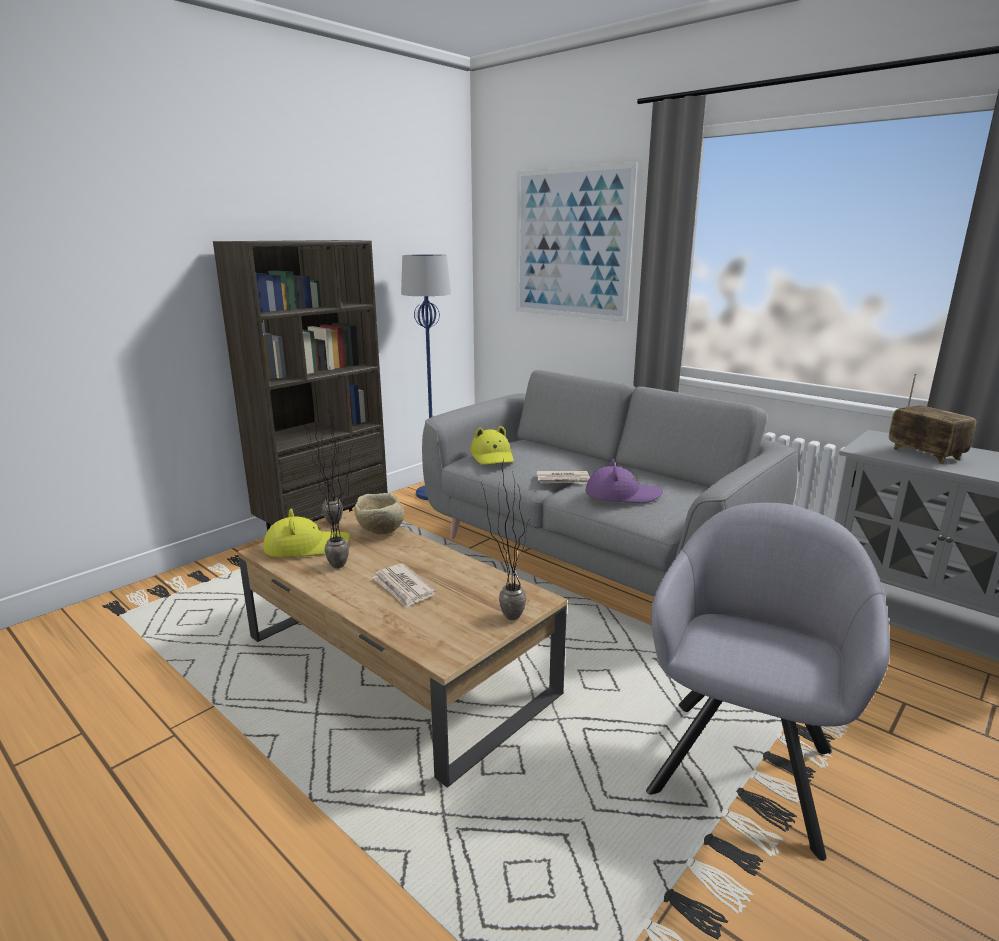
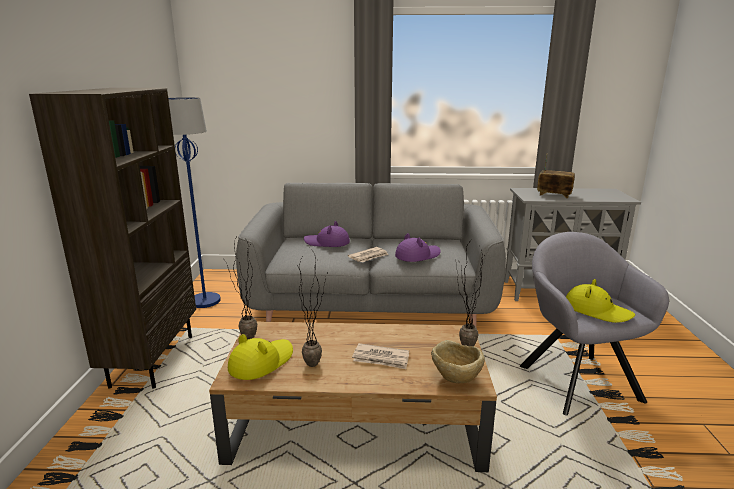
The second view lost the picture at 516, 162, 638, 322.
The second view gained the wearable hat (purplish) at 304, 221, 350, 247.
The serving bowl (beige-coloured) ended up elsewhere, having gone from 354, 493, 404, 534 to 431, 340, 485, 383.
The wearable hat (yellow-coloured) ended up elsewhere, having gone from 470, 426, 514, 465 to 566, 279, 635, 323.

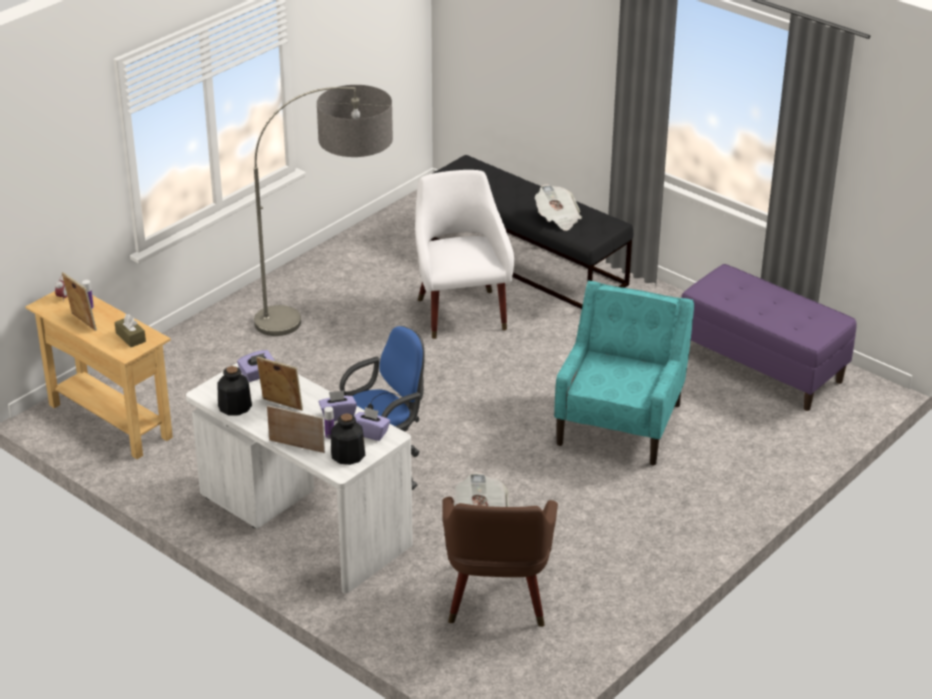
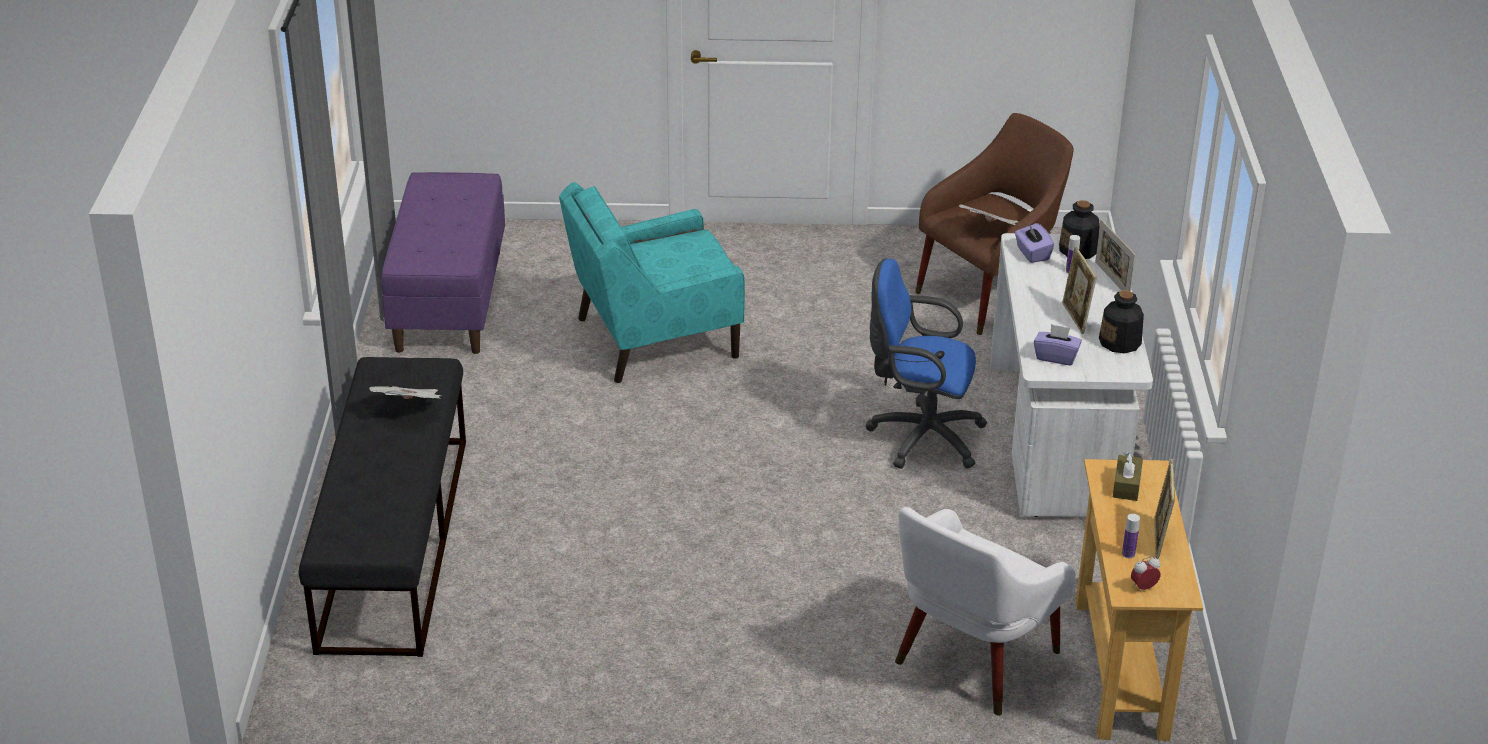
The second view lost the standard lamp at 254, 85, 393, 336.
The second view lost the tissue holder (purplish) at 319, 390, 357, 421.
The easy chair (white) ended up elsewhere, having gone from 415, 170, 514, 339 to 895, 507, 1076, 716.

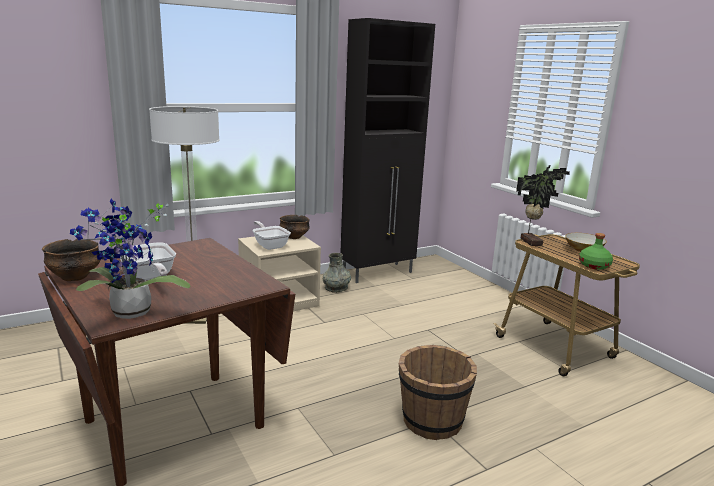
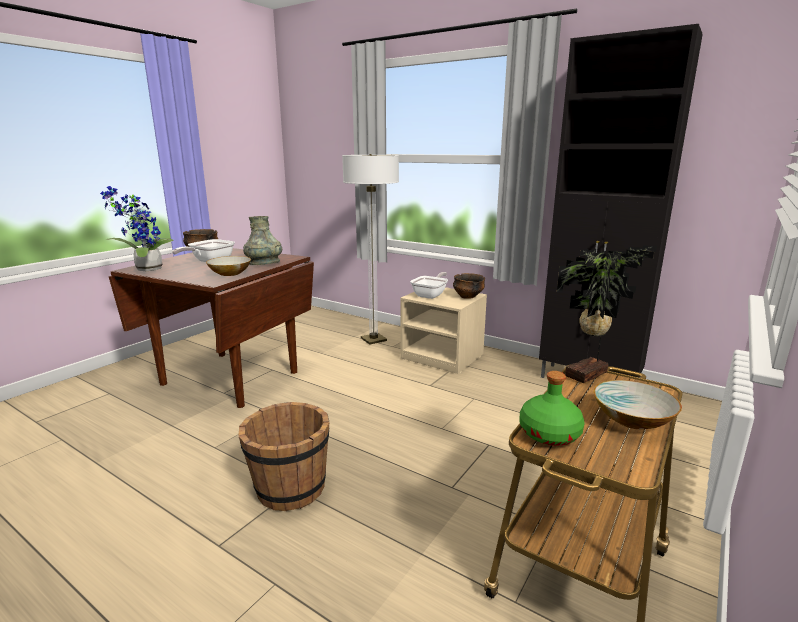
The second view gained the serving bowl at 206, 256, 251, 276.
The flower vase (grey) ended up elsewhere, having gone from 323, 253, 351, 293 to 243, 216, 282, 265.

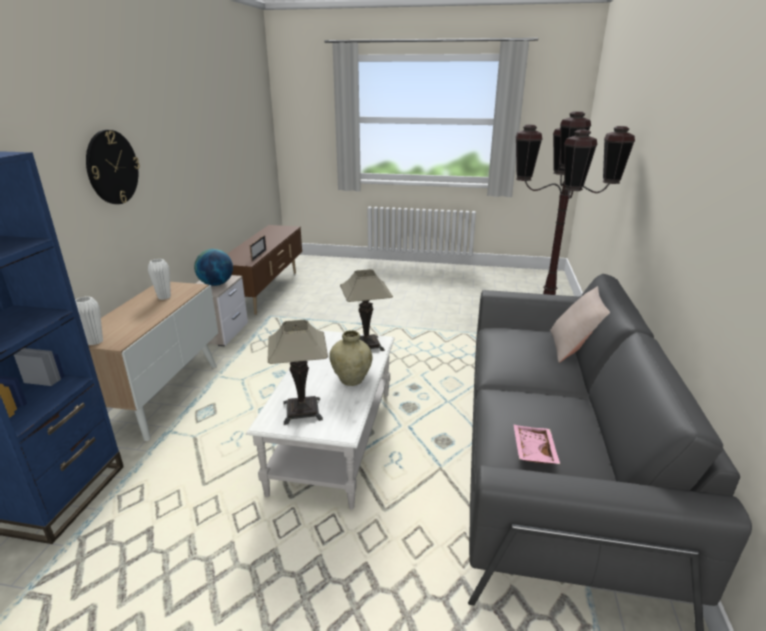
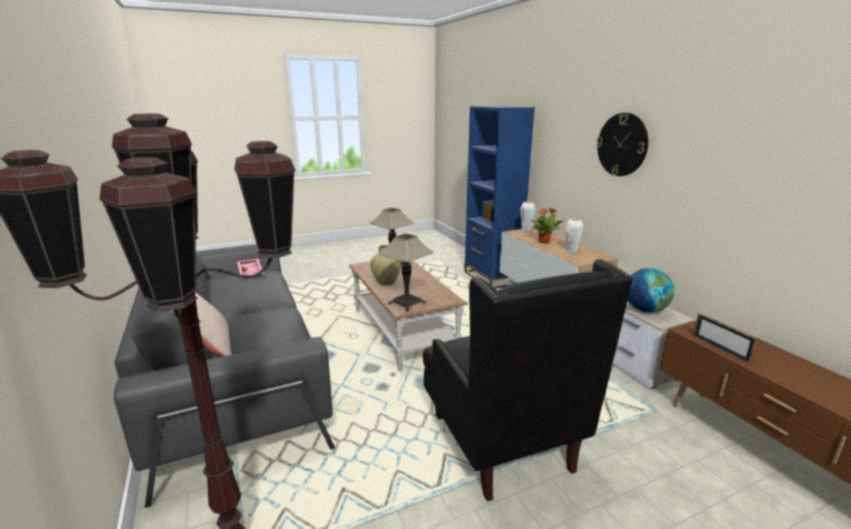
The second view gained the easy chair (black) at 423, 258, 633, 502.
The second view gained the potted plant at 531, 208, 564, 243.
What was the coffee table (white) at 246, 330, 395, 510 turned into the coffee table (brown-coloured) at 349, 261, 468, 371.

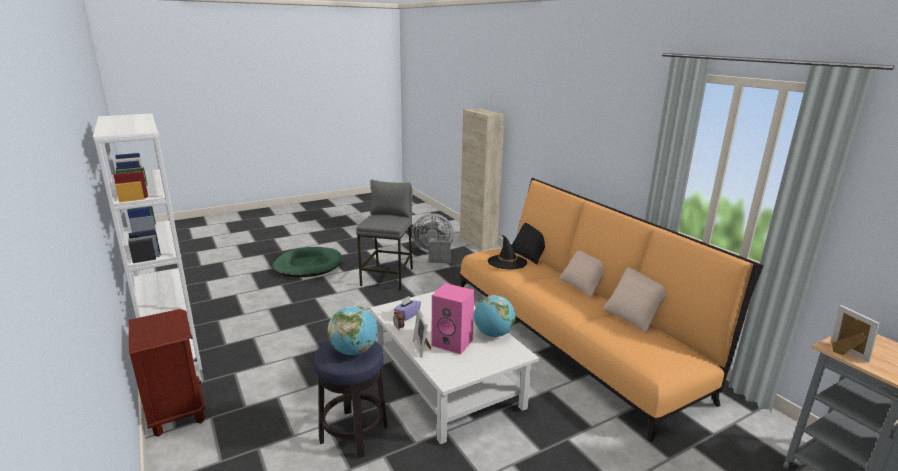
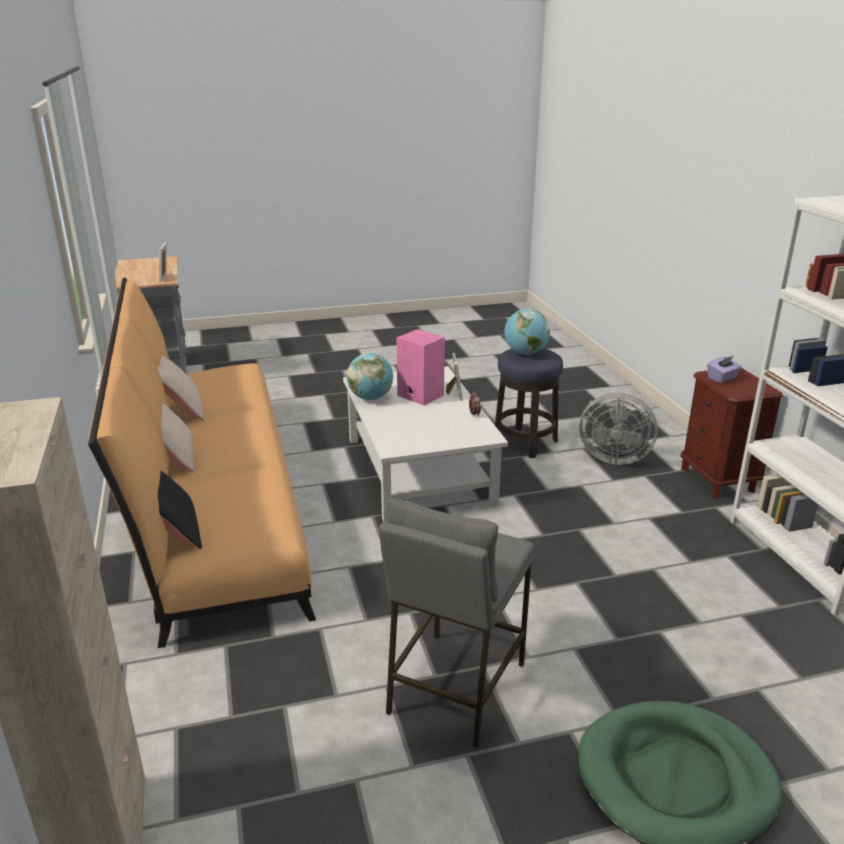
The second view lost the wearable hat (black) at 488, 235, 527, 270.
The tissue holder (purplish) ended up elsewhere, having gone from 394, 296, 421, 321 to 707, 356, 742, 383.
The electric fan (grey) ended up elsewhere, having gone from 412, 213, 454, 263 to 579, 393, 658, 465.

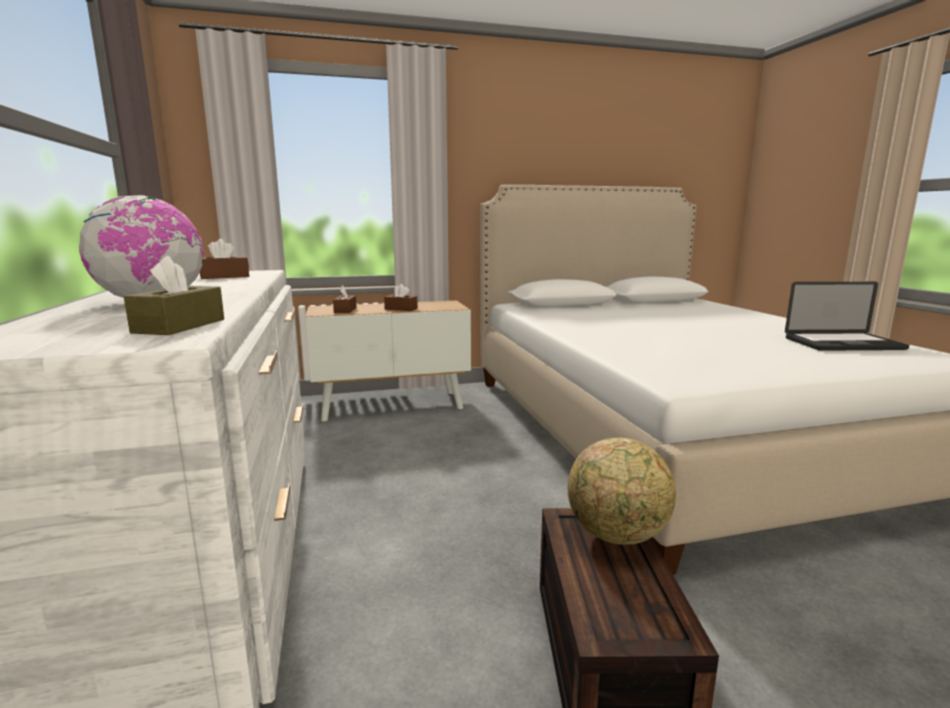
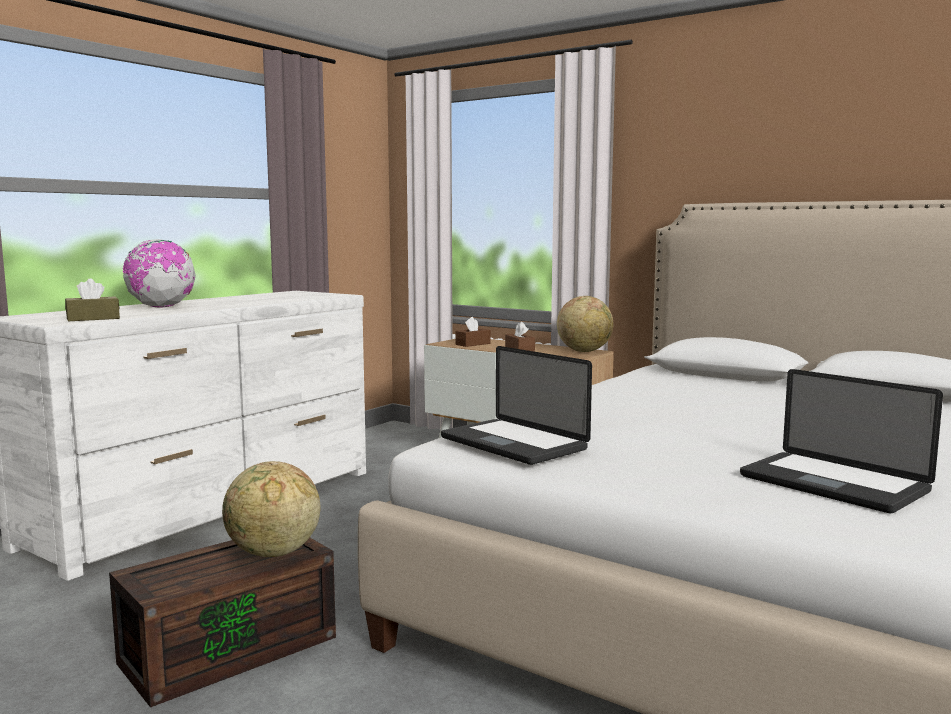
The second view lost the tissue holder (brown-coloured) at 200, 239, 249, 279.
The second view gained the portable computer at 441, 346, 592, 465.
The second view gained the desk globe at 557, 296, 614, 352.

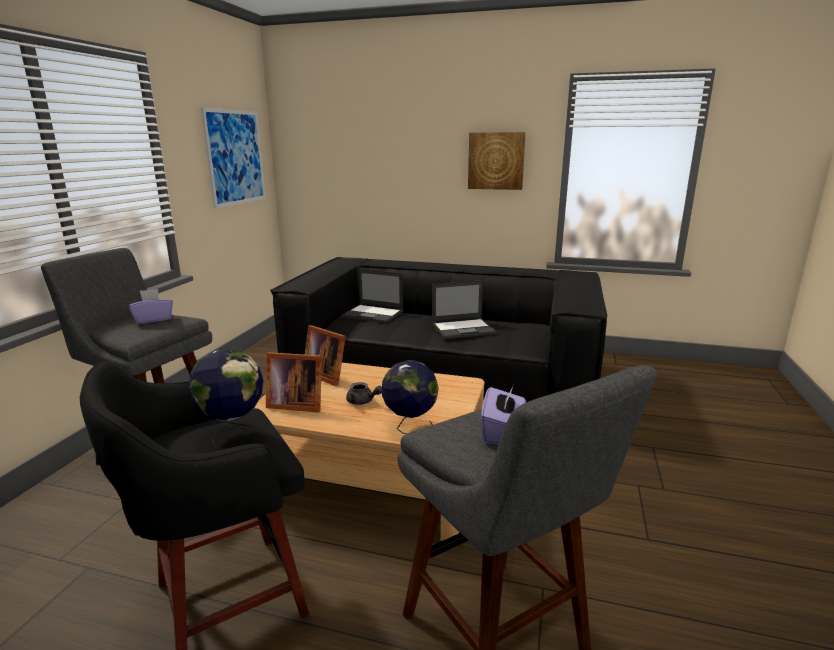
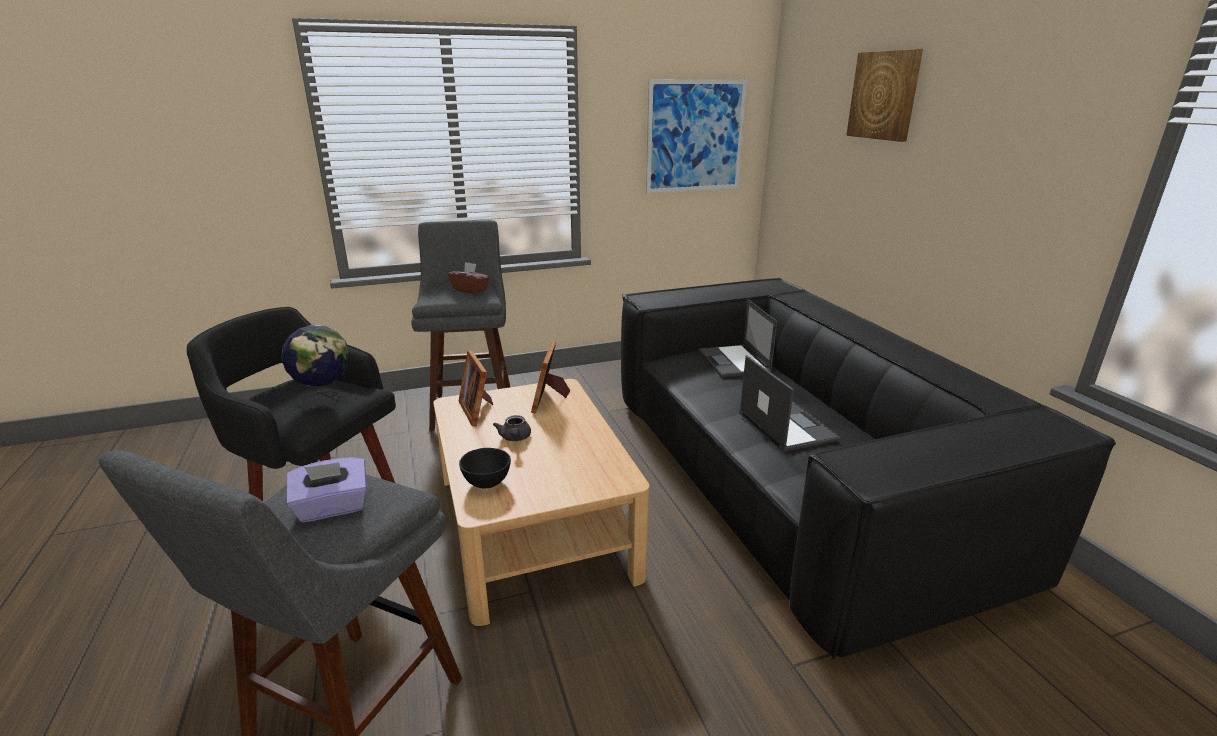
The picture ended up elsewhere, having gone from 468, 132, 526, 190 to 846, 49, 923, 142.
Where the desk globe stood at 382, 360, 439, 434, the serving bowl (black) came to stand at 459, 448, 511, 488.
What was the tissue holder (purplish) at 129, 289, 173, 324 turned into the tissue holder (brown-coloured) at 448, 262, 490, 294.
The portable computer at 432, 280, 497, 339 ended up facing another way, 150 degrees counterclockwise from before.

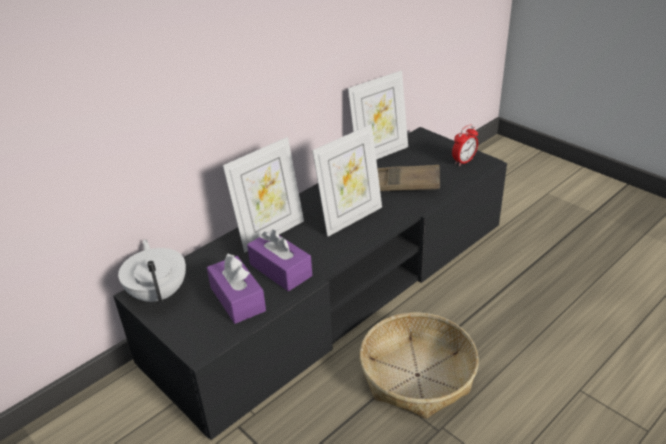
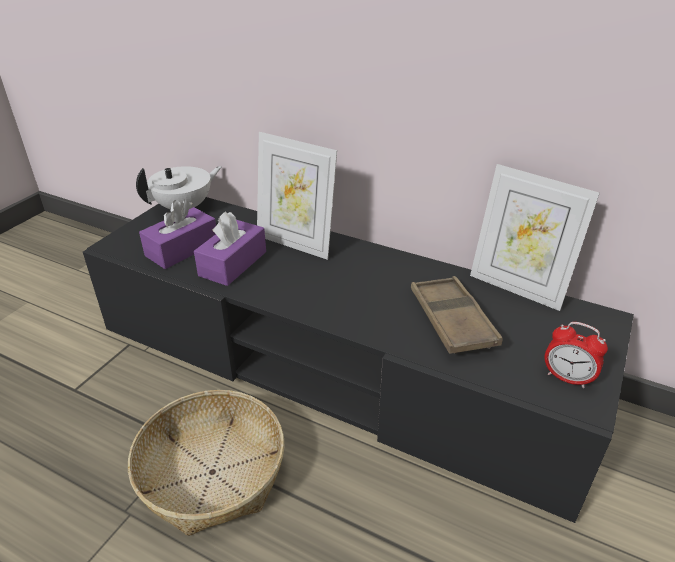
The second view lost the picture frame at 312, 124, 382, 237.

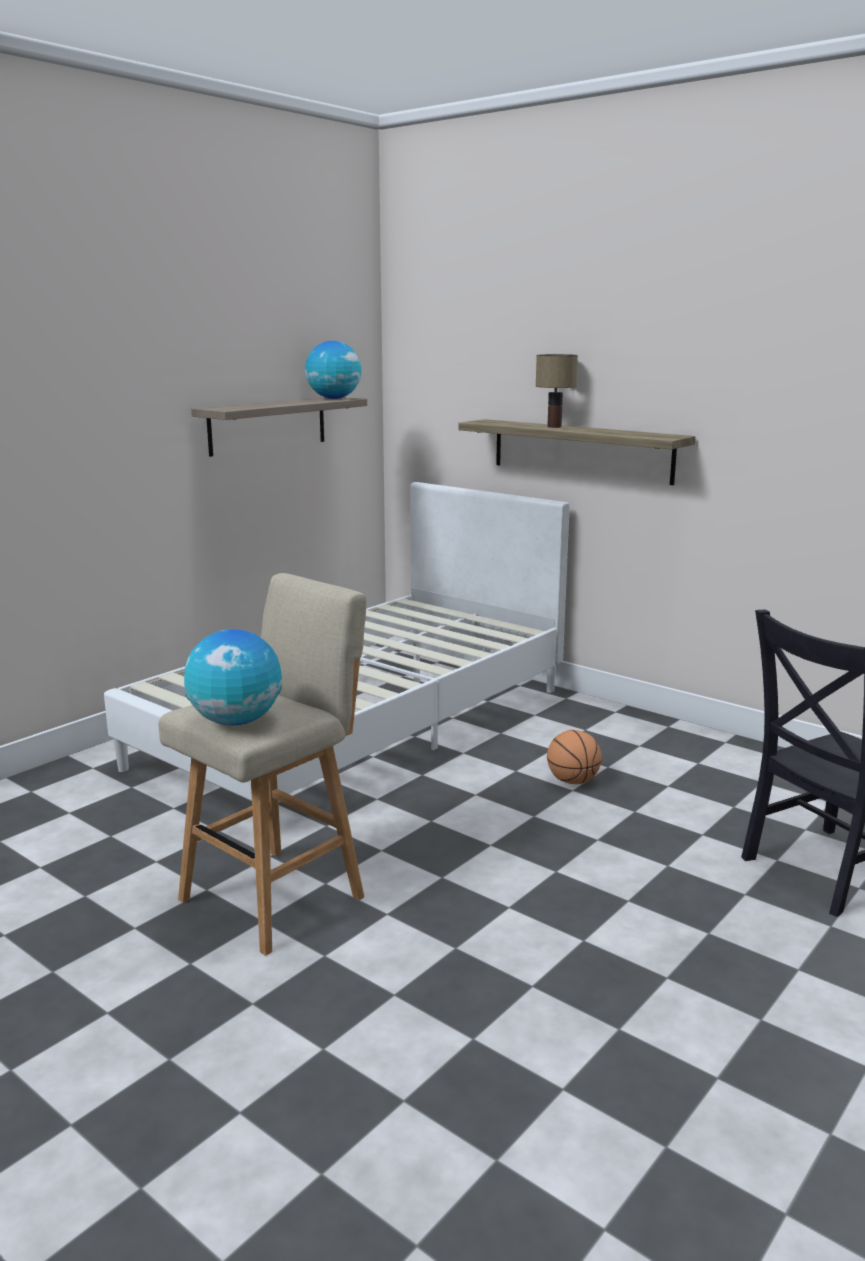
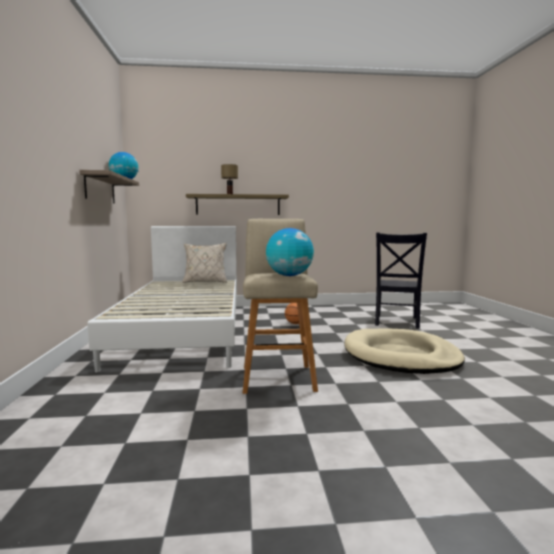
The second view gained the pillow (beige-coloured) at 182, 243, 227, 283.
The second view gained the dog bed (beige-coloured) at 344, 328, 465, 374.

